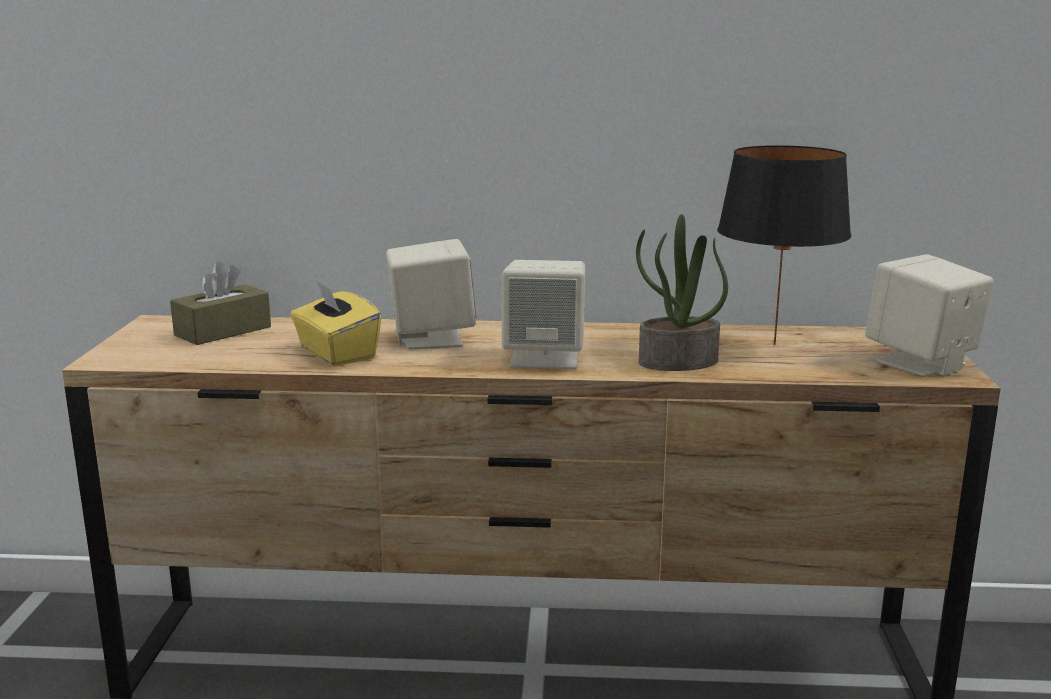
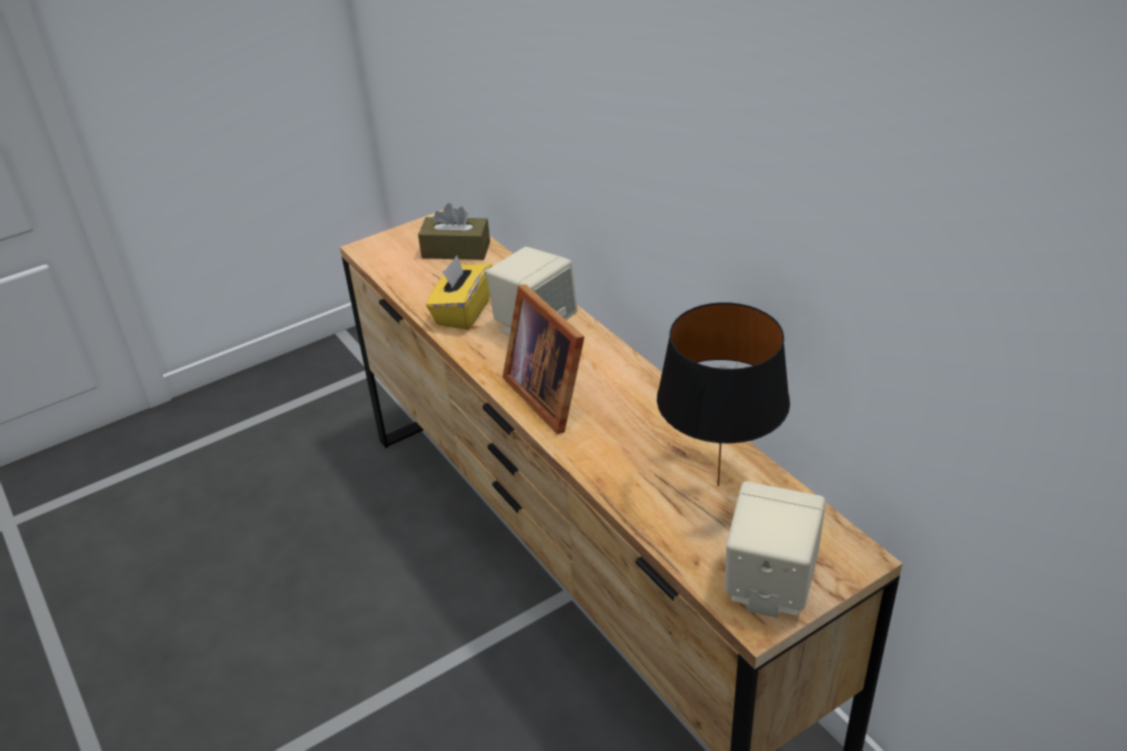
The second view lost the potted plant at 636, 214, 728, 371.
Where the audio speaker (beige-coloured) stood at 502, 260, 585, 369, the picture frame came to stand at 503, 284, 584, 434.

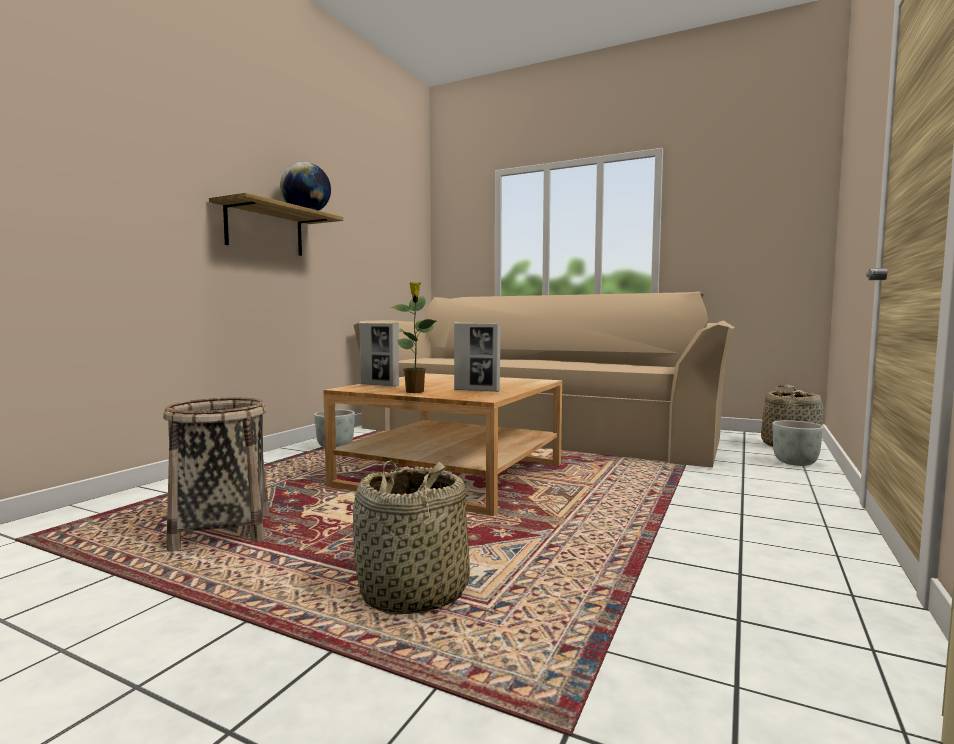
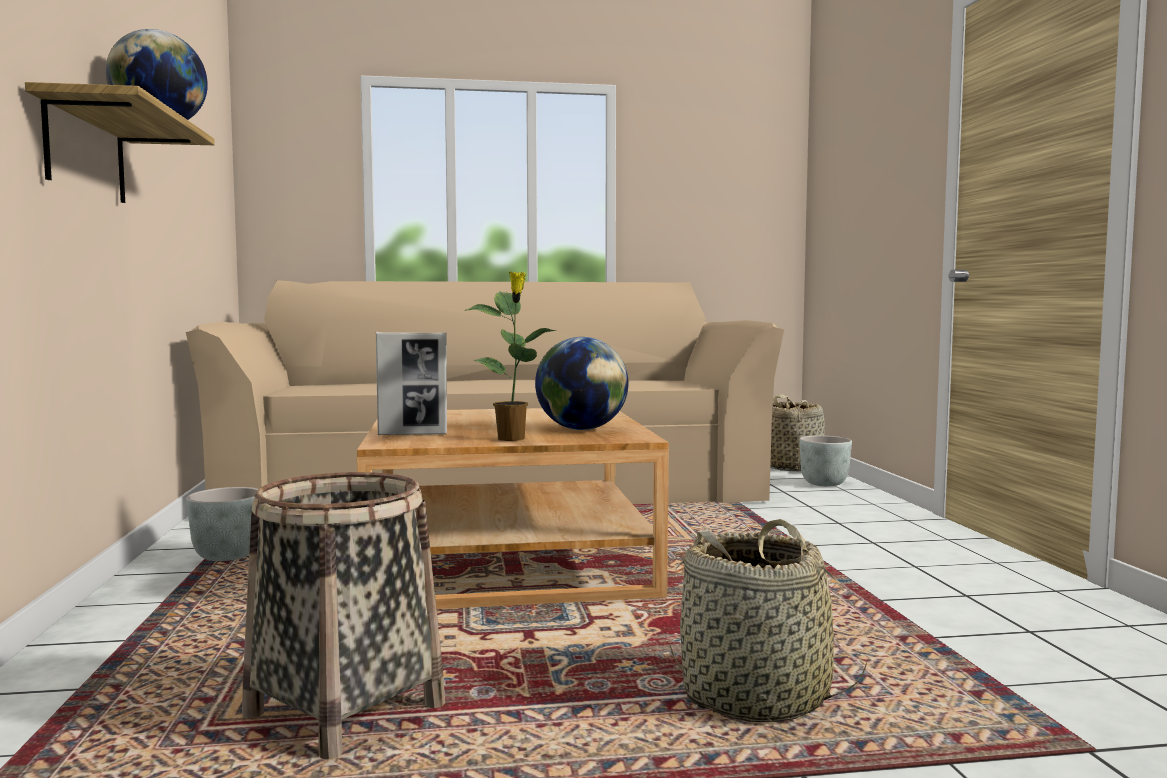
Where the picture frame stood at 454, 322, 501, 392, the desk globe came to stand at 535, 337, 629, 430.

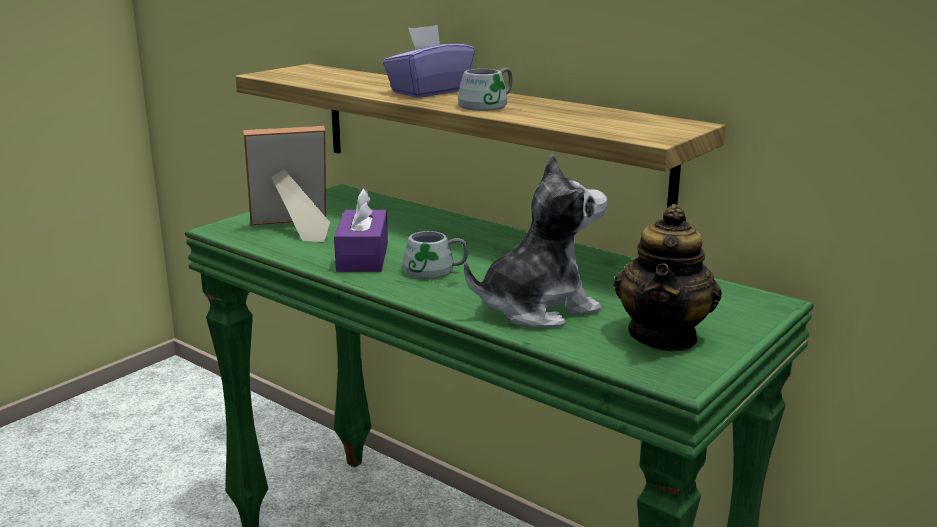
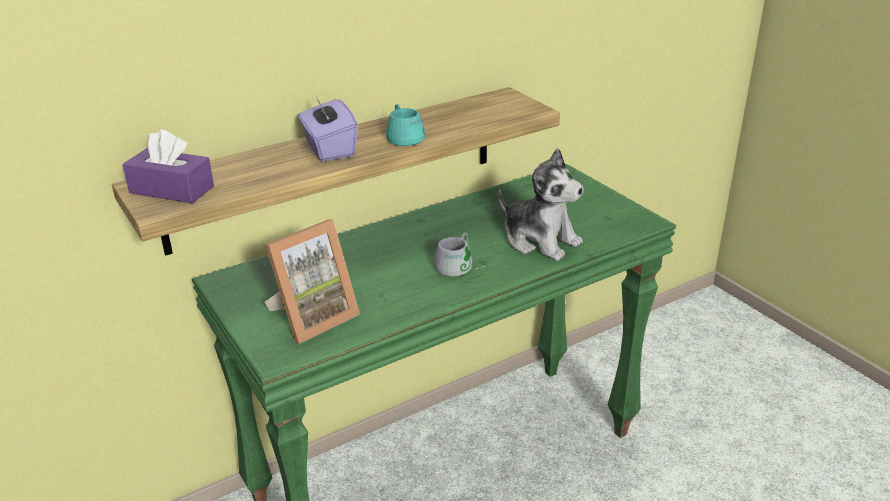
The second view lost the teapot at 614, 204, 722, 351.
The tissue holder (purplish) ended up elsewhere, having gone from 334, 188, 388, 272 to 122, 129, 214, 203.
What was the tea mug (grey) at 458, 68, 522, 111 turned into the tea mug (blue-green) at 386, 104, 427, 146.
The picture frame at 243, 126, 330, 242 ended up facing another way, 135 degrees counterclockwise from before.
The plush toy at 464, 154, 607, 328 ended up facing another way, 135 degrees clockwise from before.

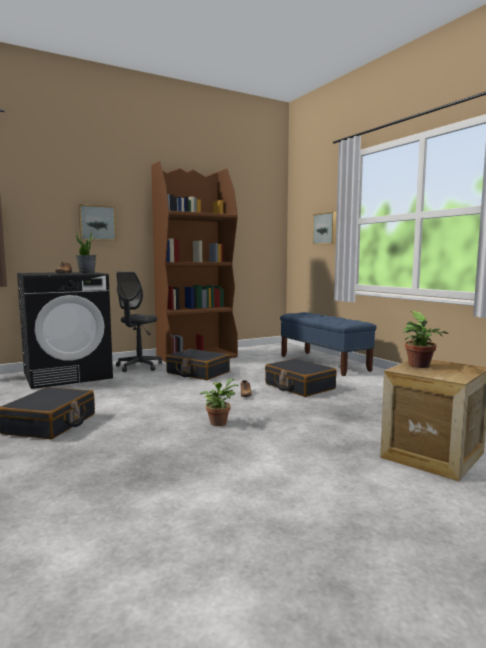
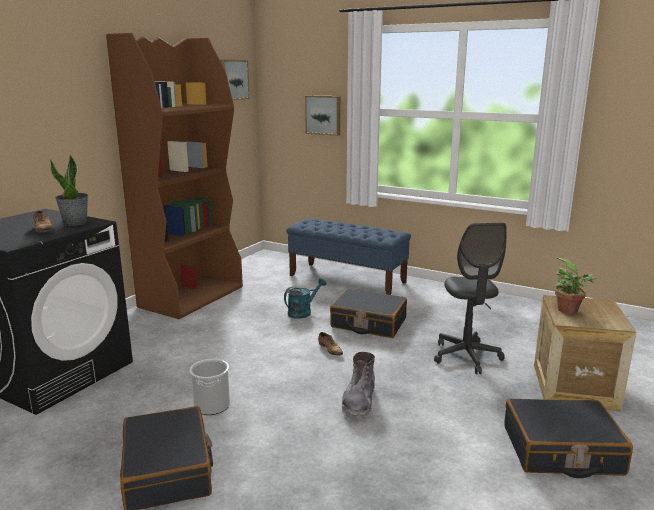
The second view gained the pail at 190, 359, 230, 415.
The second view gained the watering pot (blue-green) at 284, 278, 326, 319.
The picture ended up elsewhere, having gone from 78, 204, 116, 241 to 220, 60, 250, 100.
The computer chair (grey) ended up elsewhere, having gone from 116, 271, 162, 372 to 434, 223, 507, 374.
The suitcase (black) ended up elsewhere, having gone from 166, 349, 230, 380 to 504, 398, 633, 478.
Where the potted plant stood at 200, 378, 238, 426, the high-top boot (grey) came to stand at 342, 352, 375, 419.

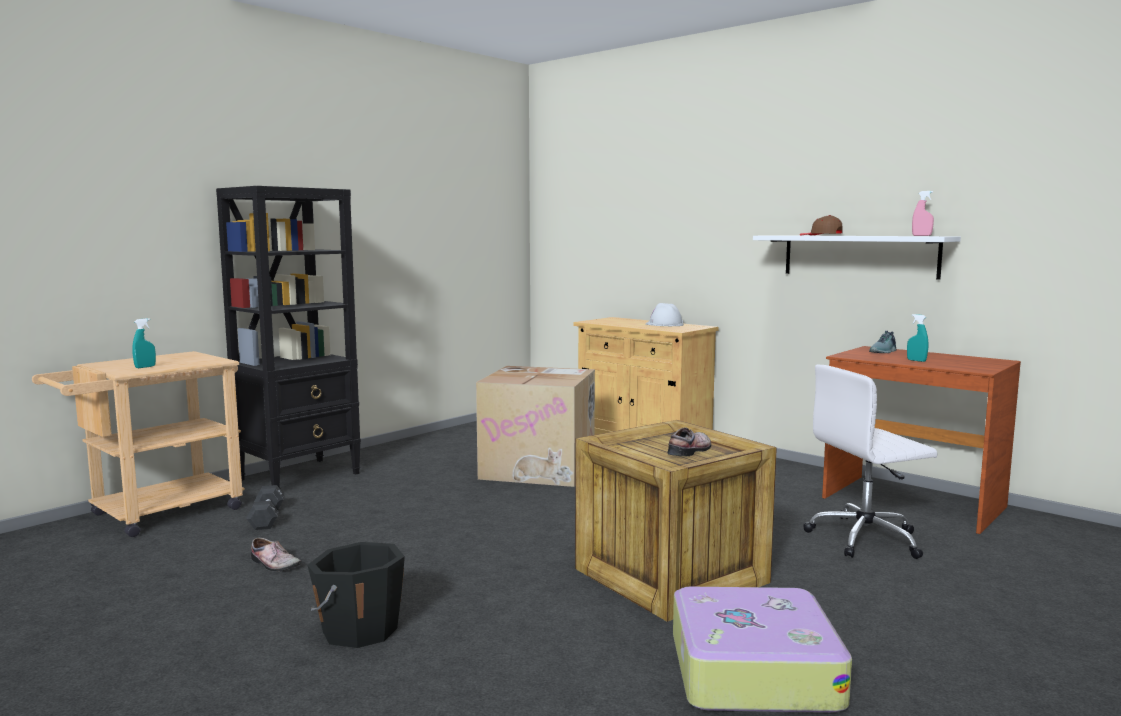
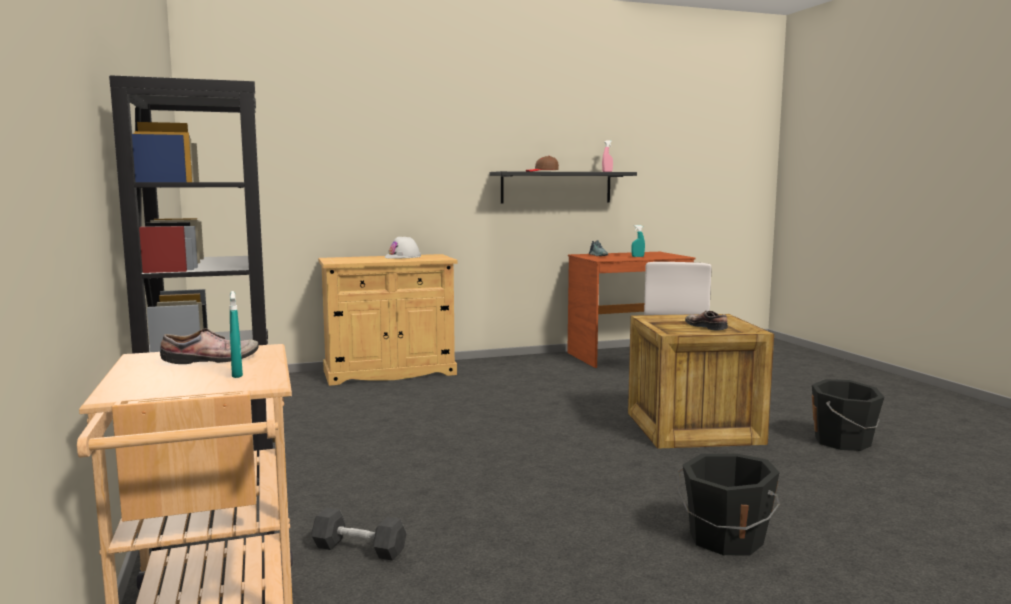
The second view lost the carton at 476, 366, 595, 487.
The low shoe ended up elsewhere, having gone from 251, 538, 302, 572 to 160, 328, 259, 364.
Where the suitcase stood at 673, 587, 852, 713, the pail (black) came to stand at 812, 379, 884, 451.
What was the wall shelf (white) at 753, 235, 961, 280 turned into the wall shelf (black) at 490, 171, 637, 203.

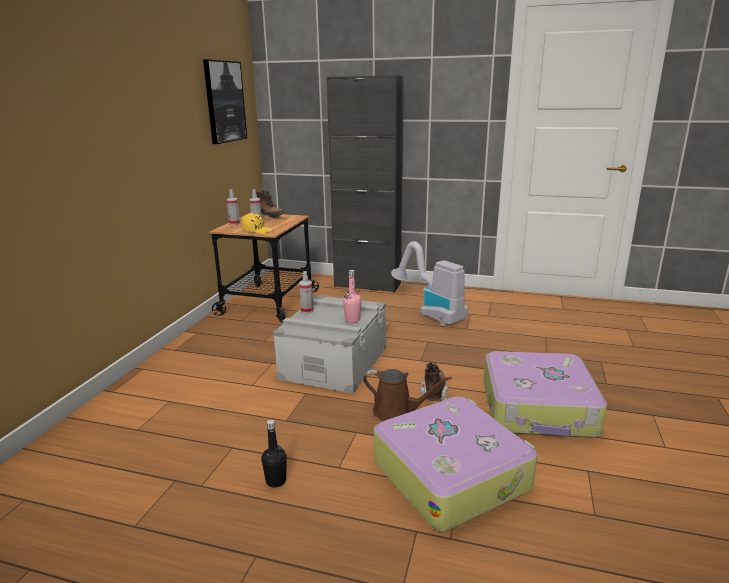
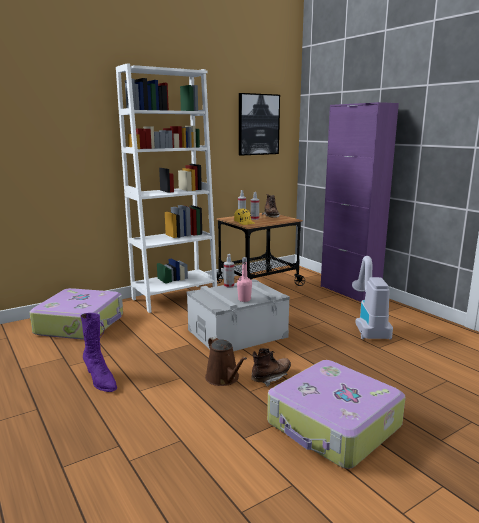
The second view gained the bookshelf (white) at 116, 63, 217, 313.
The suitcase ended up elsewhere, having gone from 374, 396, 538, 532 to 30, 288, 123, 340.
Where the drink bottle (black) stood at 261, 420, 287, 488, the high-top boot (purplish) came to stand at 80, 313, 117, 392.
What was the storage cabinet (black) at 326, 75, 404, 293 turned into the storage cabinet (purplish) at 321, 102, 399, 302.

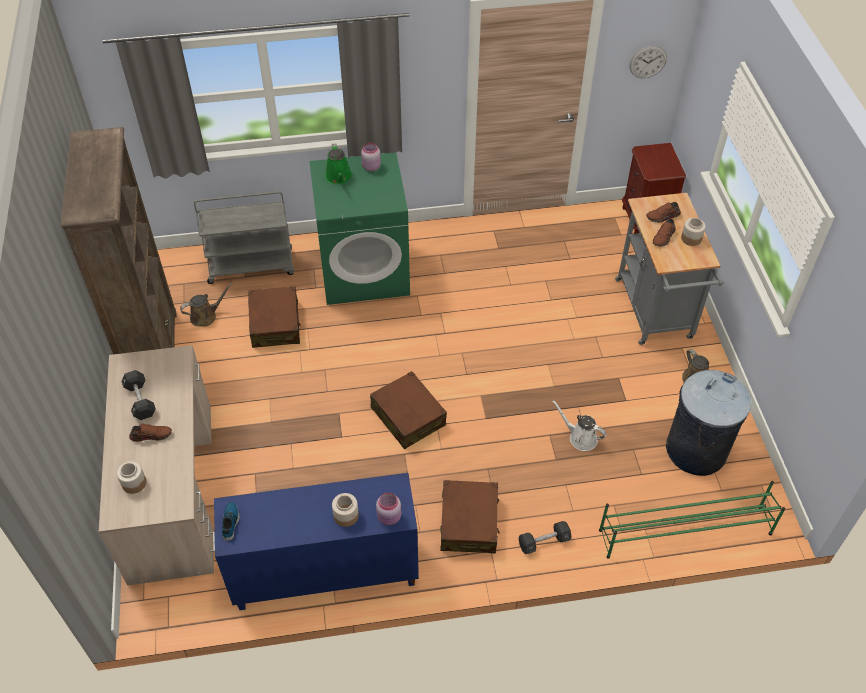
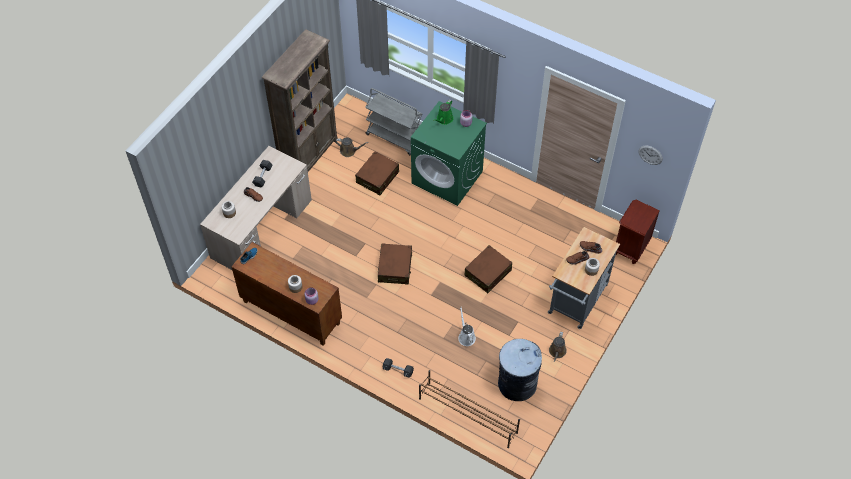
The suitcase (brown-coloured) ended up elsewhere, having gone from 440, 480, 500, 554 to 464, 245, 512, 293.
What was the storage cabinet (blue) at 214, 473, 419, 610 turned into the storage cabinet (brown-coloured) at 231, 242, 342, 346.
What was the shoe shelf (green-coloured) at 599, 481, 785, 559 turned into the shoe shelf (brown-coloured) at 419, 370, 520, 448.

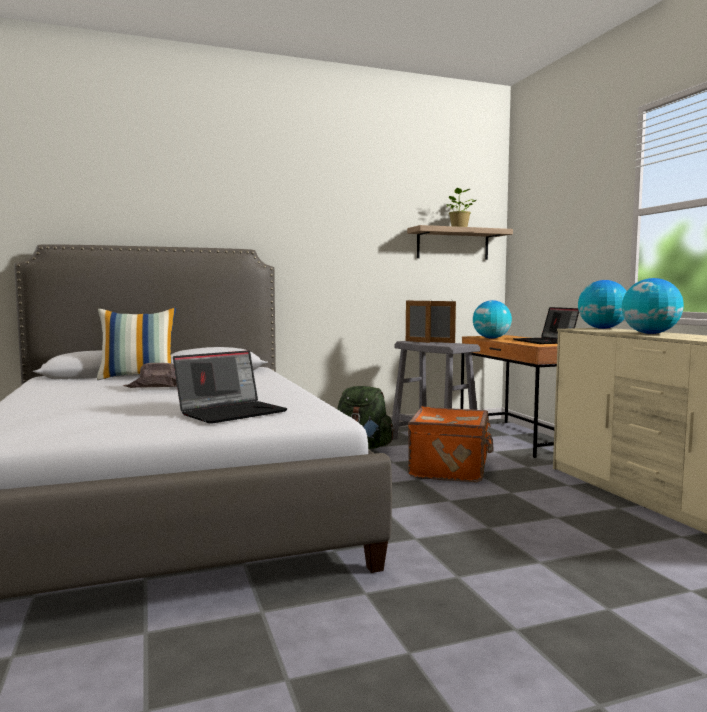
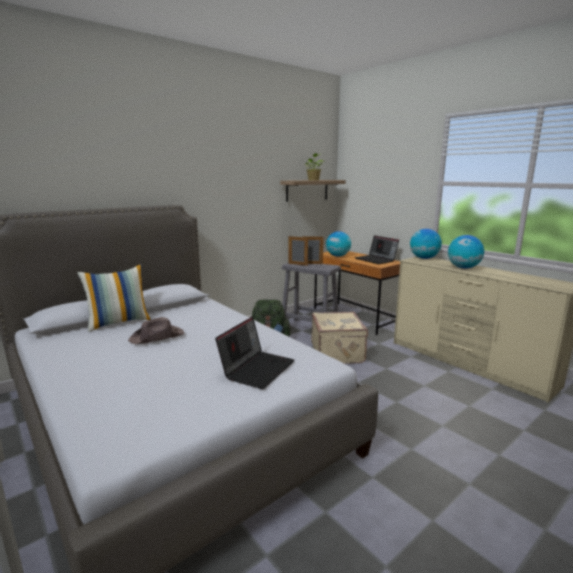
What was the suitcase (orangey) at 408, 406, 494, 482 turned into the suitcase (beige-coloured) at 311, 312, 368, 364.

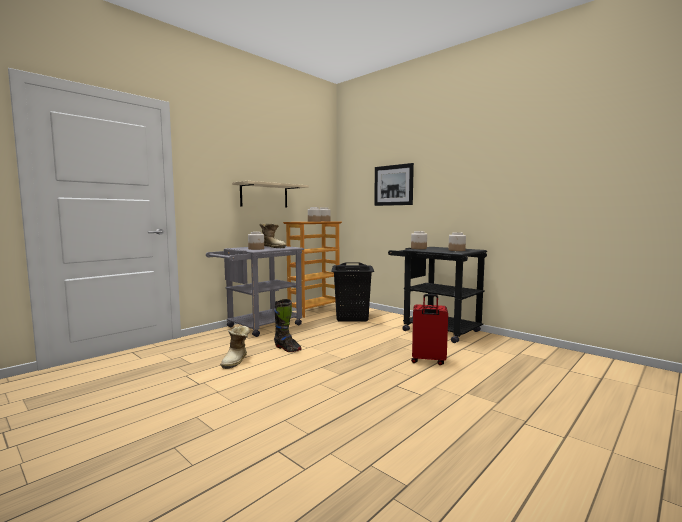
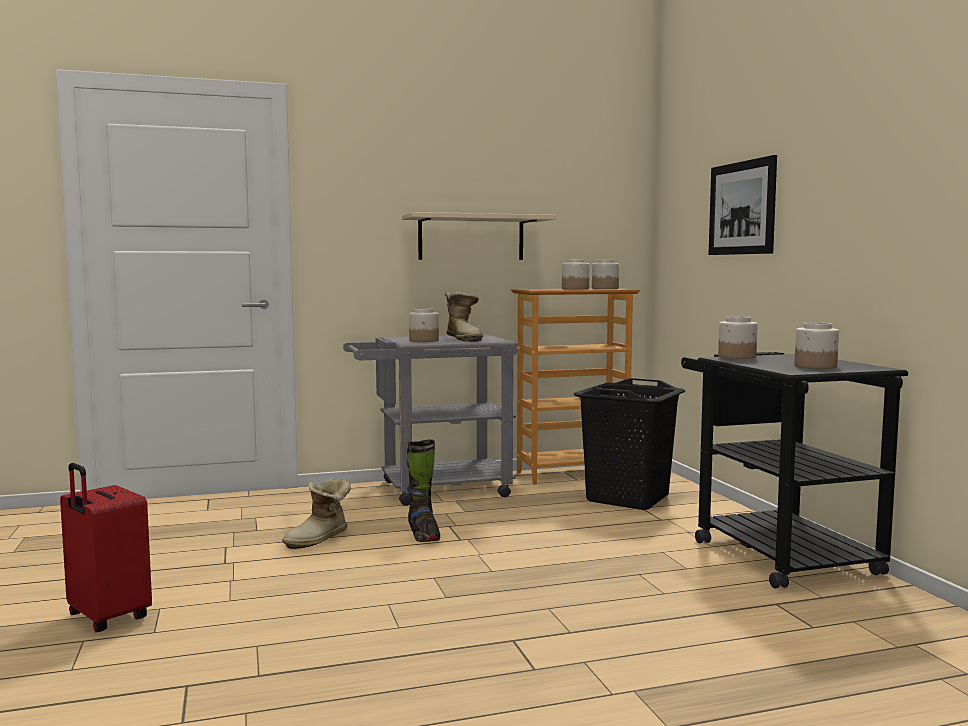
The suitcase (red-coloured) ended up elsewhere, having gone from 411, 294, 448, 365 to 60, 463, 152, 632.

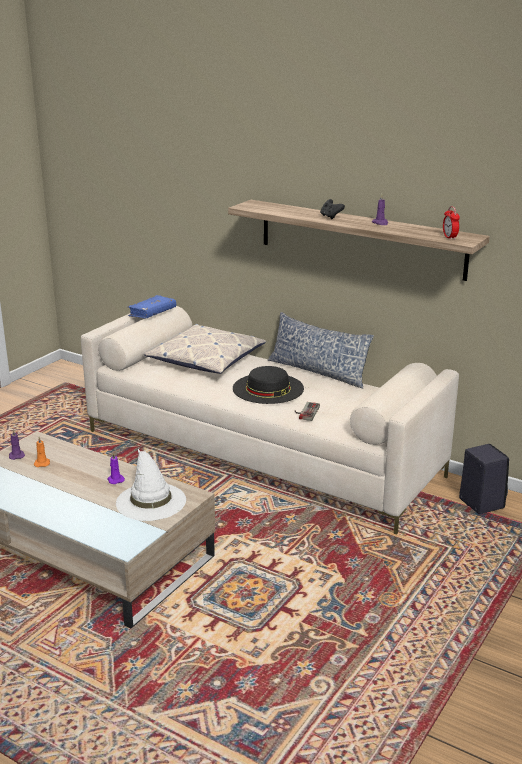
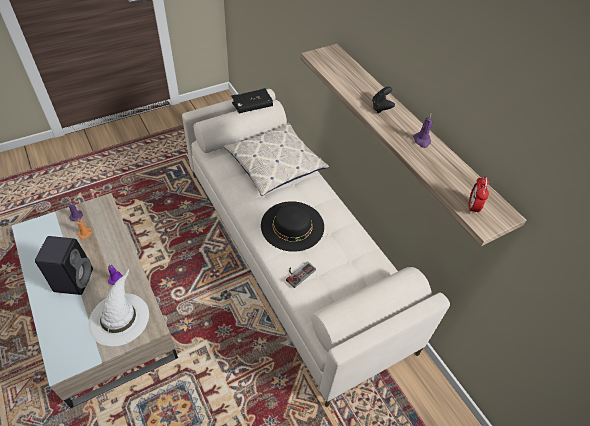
The second view lost the pillow at 268, 312, 374, 388.
The audio speaker (black) ended up elsewhere, having gone from 459, 444, 509, 514 to 35, 236, 93, 295.
What was the bound book (blue) at 127, 295, 176, 318 turned into the bound book (black) at 231, 88, 273, 113.

